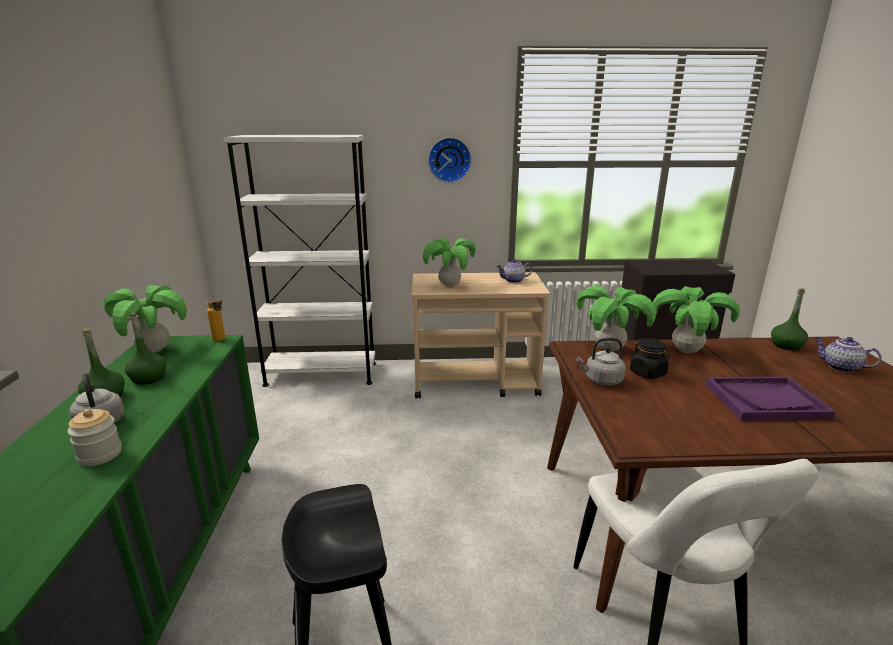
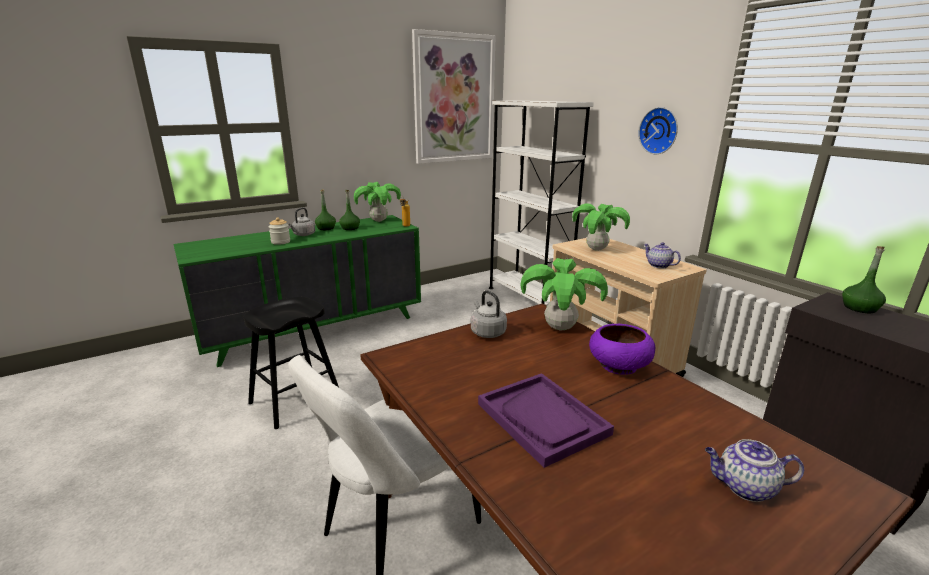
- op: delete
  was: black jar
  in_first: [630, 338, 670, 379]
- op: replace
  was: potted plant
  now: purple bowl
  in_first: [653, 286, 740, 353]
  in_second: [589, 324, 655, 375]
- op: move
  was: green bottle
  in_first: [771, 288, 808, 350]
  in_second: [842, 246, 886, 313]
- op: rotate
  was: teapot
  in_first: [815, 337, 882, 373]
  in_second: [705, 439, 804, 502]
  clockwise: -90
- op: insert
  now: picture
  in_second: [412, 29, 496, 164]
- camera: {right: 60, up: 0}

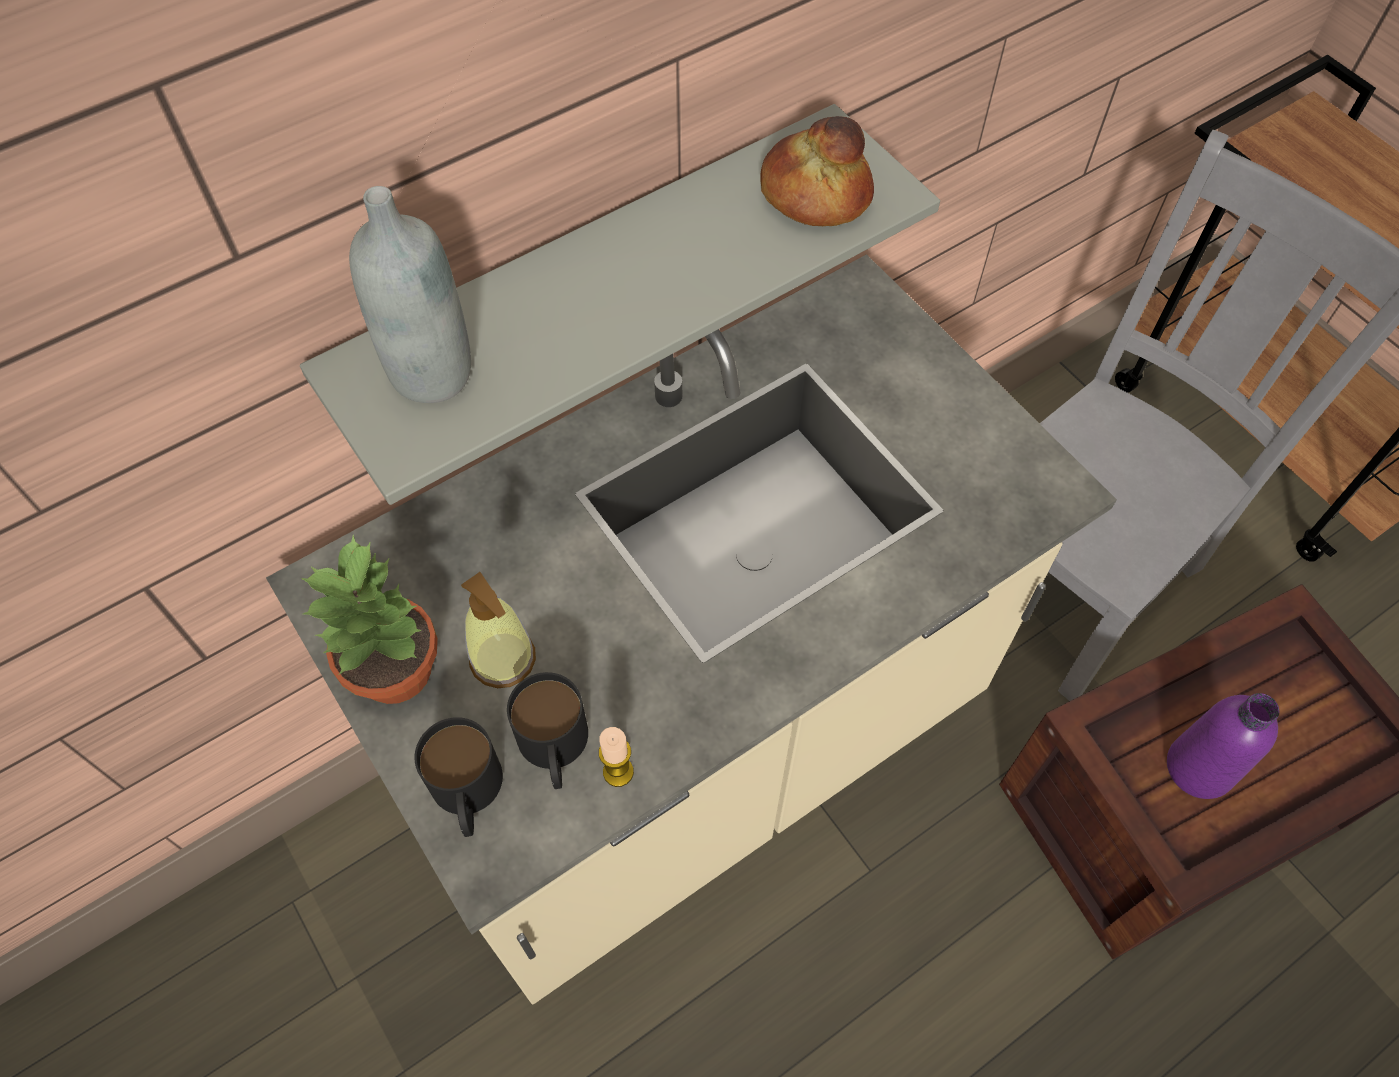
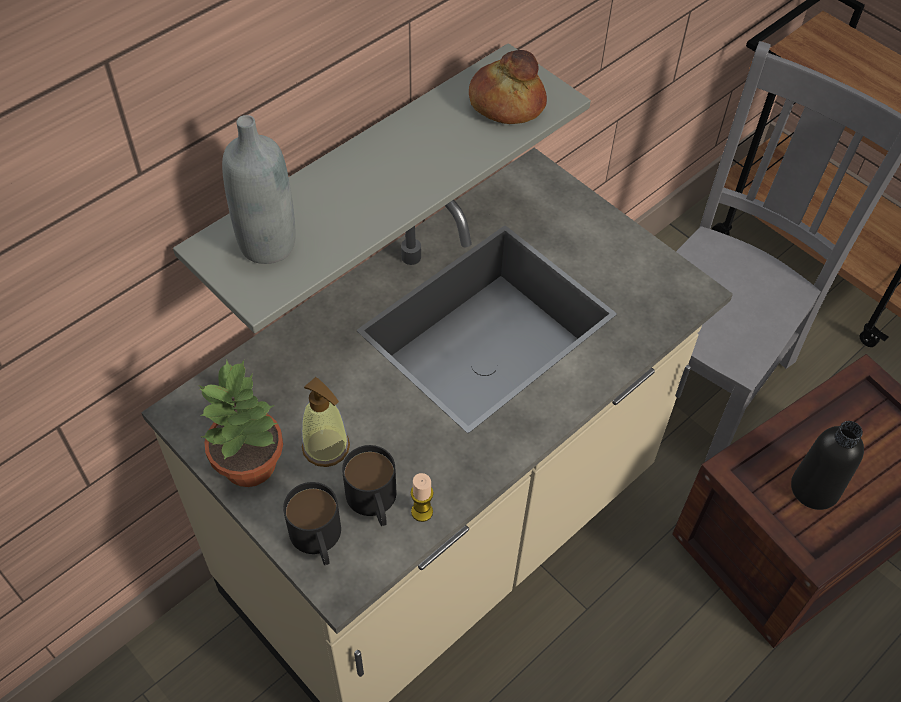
- op: recolor
  was: purple bottle
  now: black bottle
  in_first: [1167, 693, 1279, 799]
  in_second: [791, 421, 864, 510]
- camera: {right: -10, up: -5}

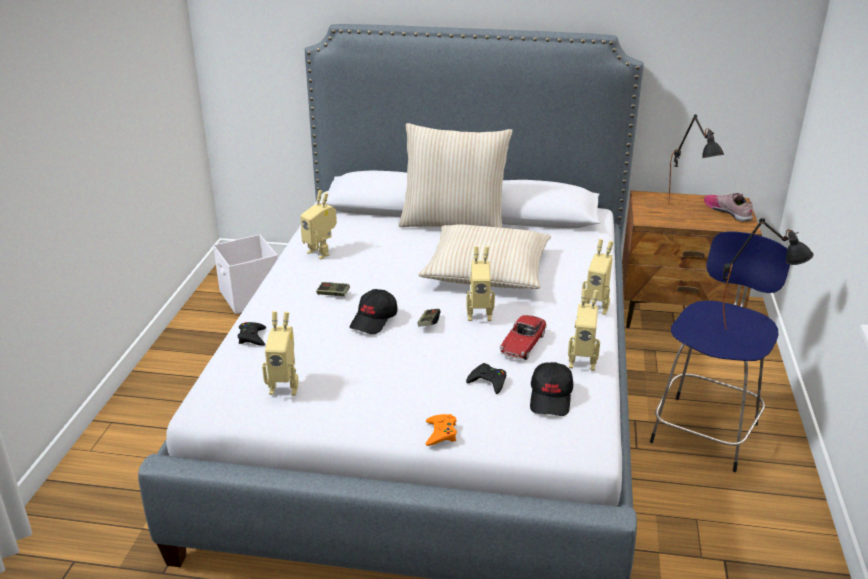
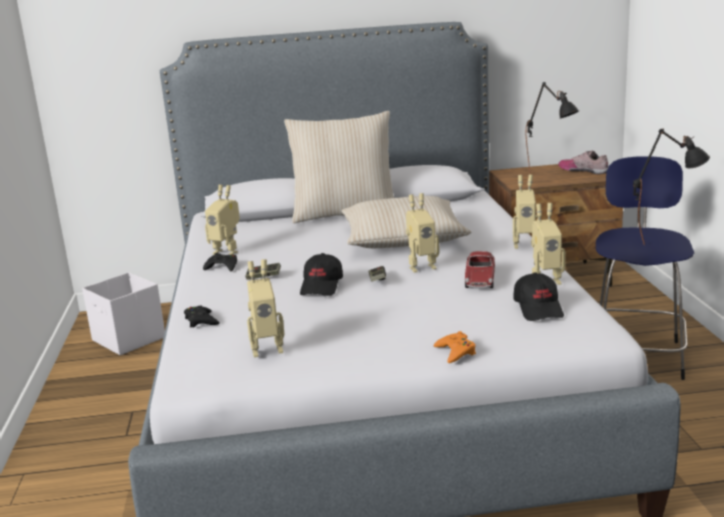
- op: move
  was: black game controller
  in_first: [466, 363, 506, 394]
  in_second: [203, 253, 237, 272]
- camera: {right: -15, up: -10}

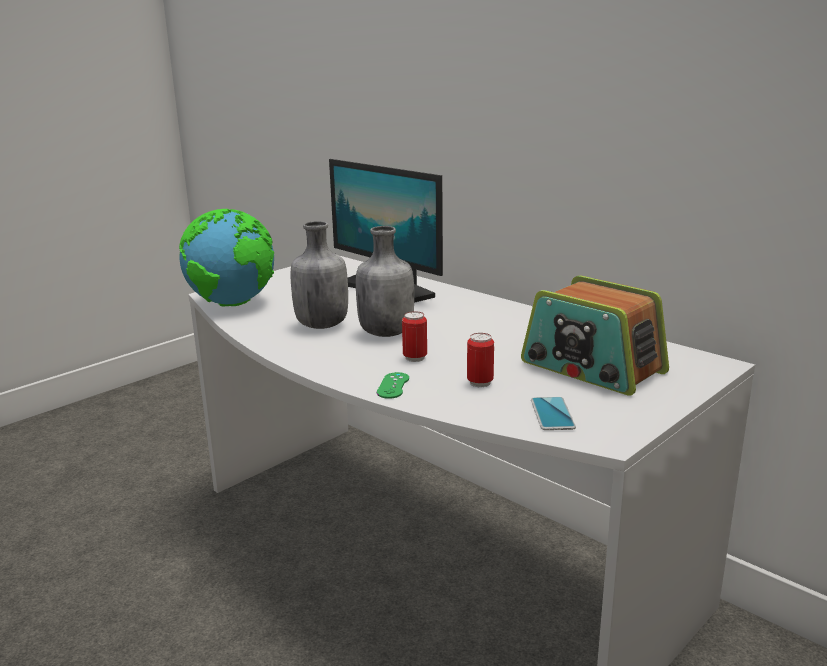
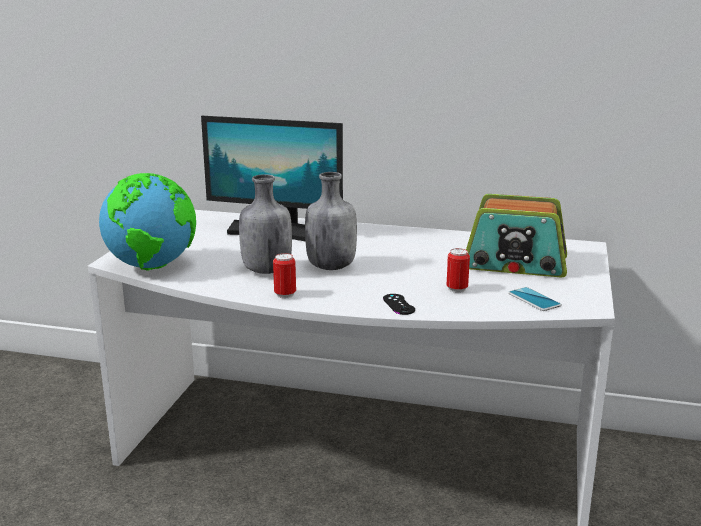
- op: recolor
  was: green game controller
  now: black game controller
  in_first: [377, 372, 409, 399]
  in_second: [383, 294, 415, 315]
- op: move
  was: can
  in_first: [402, 311, 427, 362]
  in_second: [273, 253, 296, 298]
- camera: {right: -30, up: 0}

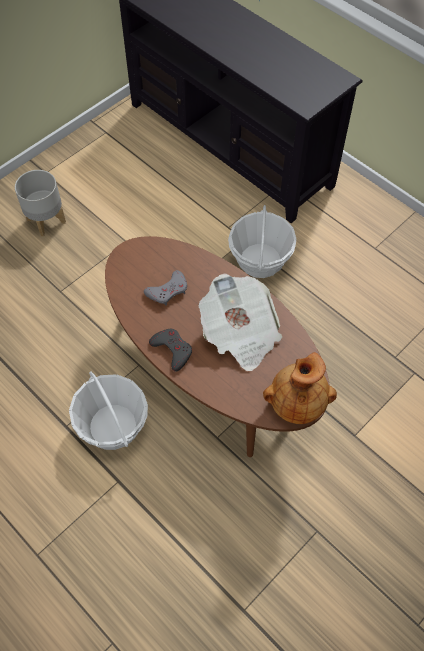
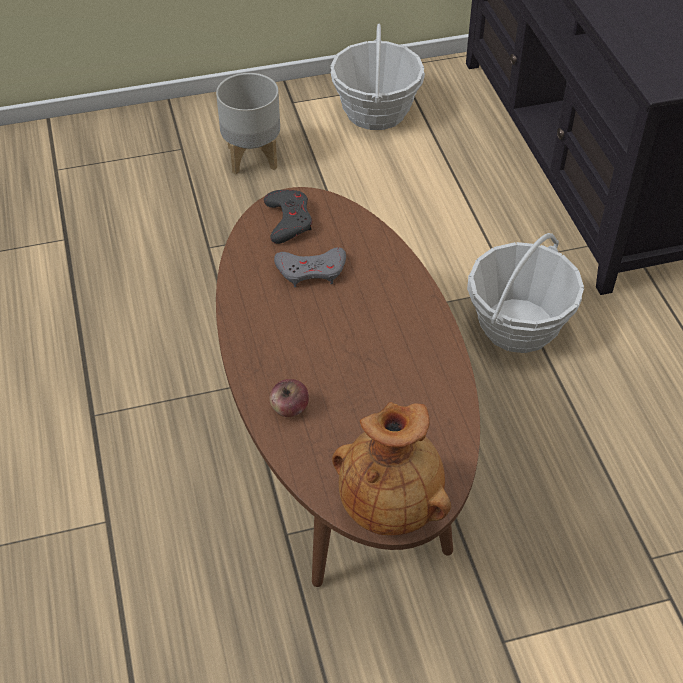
- op: move
  was: basket
  in_first: [69, 371, 148, 450]
  in_second: [330, 24, 425, 130]
- op: move
  was: grey game controller
  in_first: [149, 329, 192, 372]
  in_second: [264, 190, 312, 244]
- op: delete
  was: newspaper
  in_first: [199, 273, 282, 371]
- op: insert
  now: apple
  in_second: [269, 379, 309, 417]
- camera: {right: 30, up: -10}

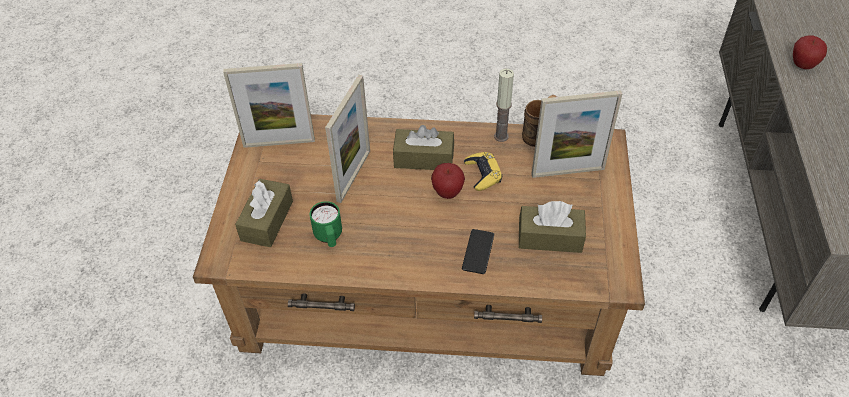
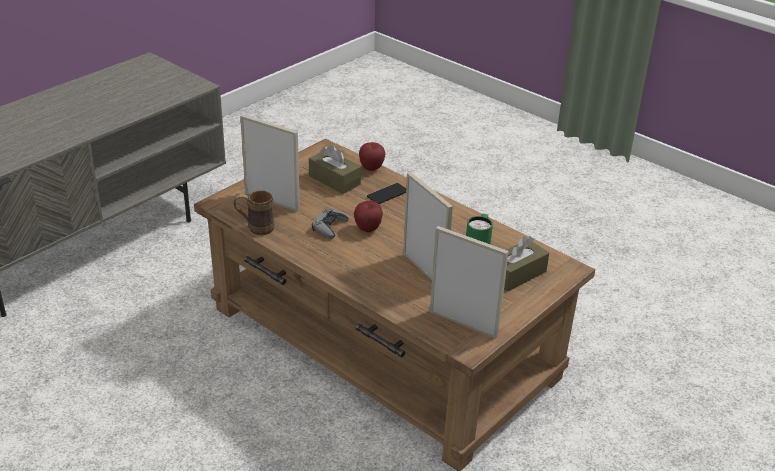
- op: rotate
  was: picture frame
  in_first: [325, 75, 370, 203]
  in_second: [403, 172, 453, 280]
  clockwise: 90
- op: delete
  was: brown tissue box
  in_first: [393, 125, 454, 170]
- op: recolor
  was: yellow game controller
  now: grey game controller
  in_first: [464, 152, 502, 191]
  in_second: [312, 208, 349, 239]
- op: delete
  was: candle
  in_first: [494, 68, 514, 142]
- op: move
  was: apple
  in_first: [793, 35, 827, 69]
  in_second: [359, 142, 385, 171]
- camera: {right: -145, up: -15}

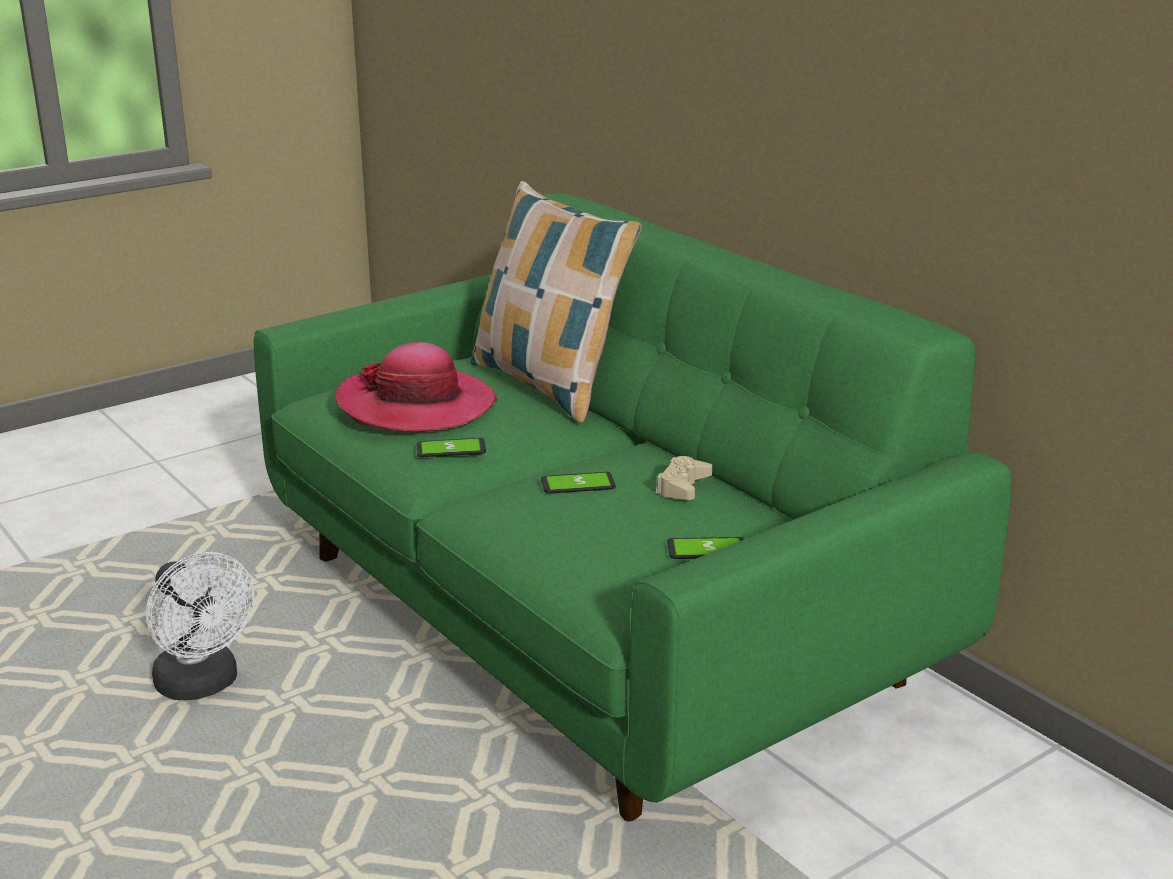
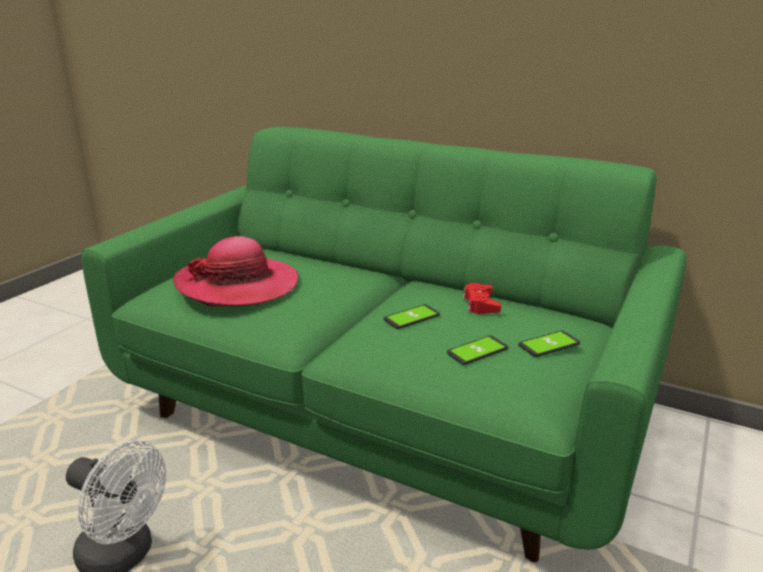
- op: move
  was: phone
  in_first: [416, 438, 486, 457]
  in_second: [447, 336, 508, 365]
- op: delete
  was: pillow
  in_first: [470, 181, 642, 423]
- op: recolor
  was: beige game controller
  now: red game controller
  in_first: [655, 456, 712, 500]
  in_second: [463, 283, 501, 314]
- camera: {right: -25, up: 0}

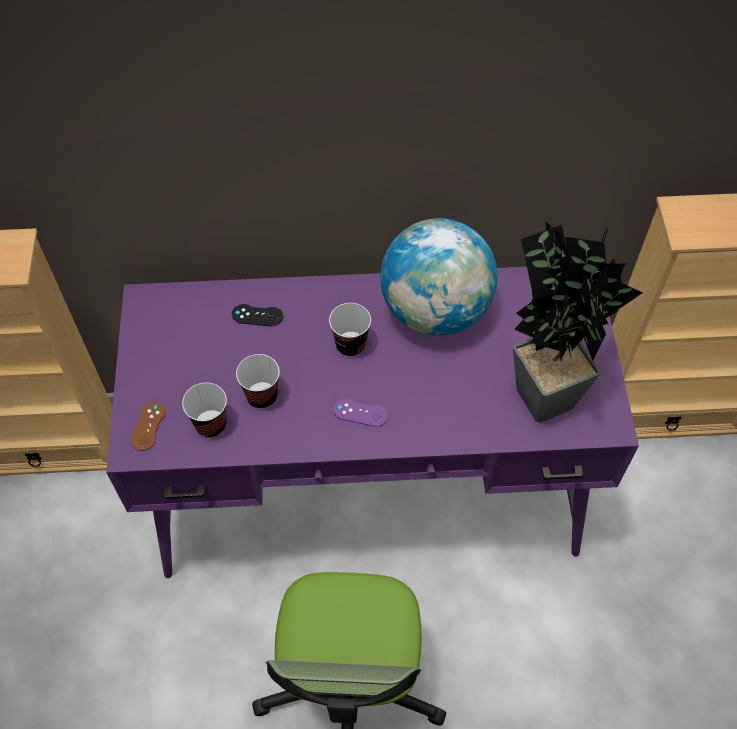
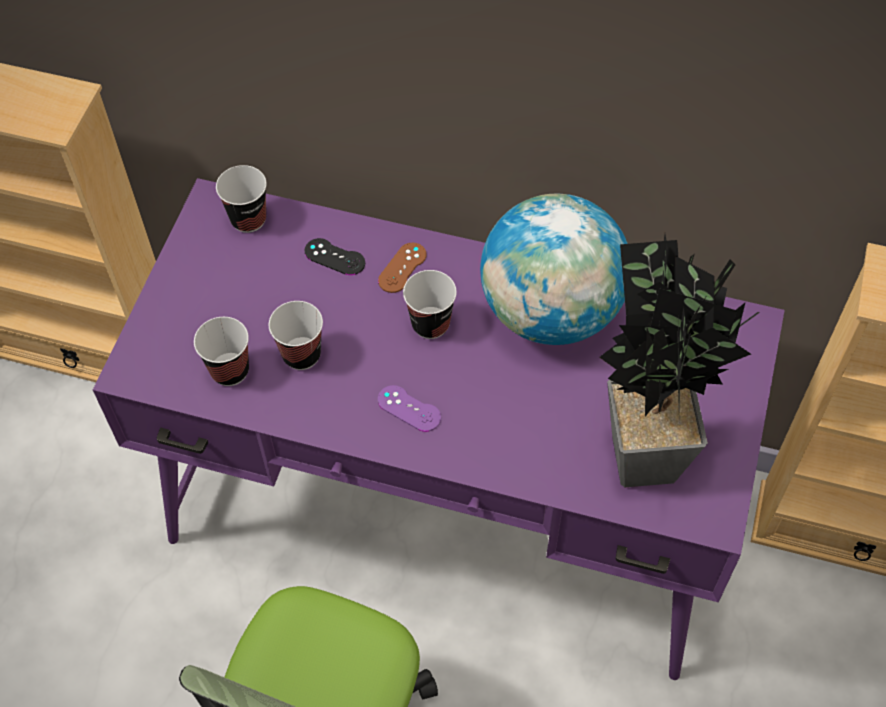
- op: move
  was: brown game controller
  in_first: [131, 402, 166, 451]
  in_second: [378, 243, 427, 293]
- op: insert
  now: cup
  in_second: [216, 165, 267, 233]
- camera: {right: 20, up: 0}

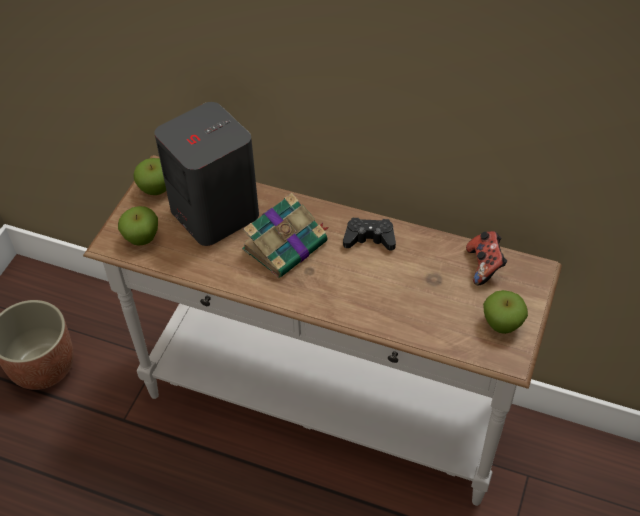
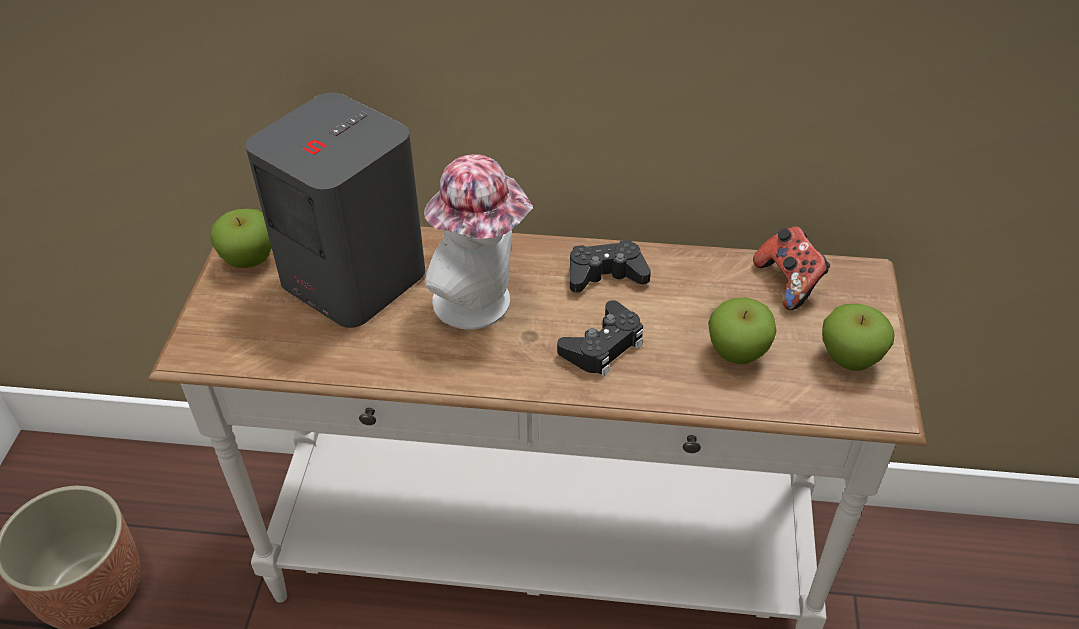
- op: move
  was: apple
  in_first: [118, 206, 158, 246]
  in_second: [708, 297, 777, 364]
- op: replace
  was: book
  now: hat
  in_first: [242, 193, 329, 278]
  in_second: [424, 154, 533, 329]
- op: insert
  now: black game controller
  in_second: [557, 300, 643, 376]
- camera: {right: -15, up: -5}

